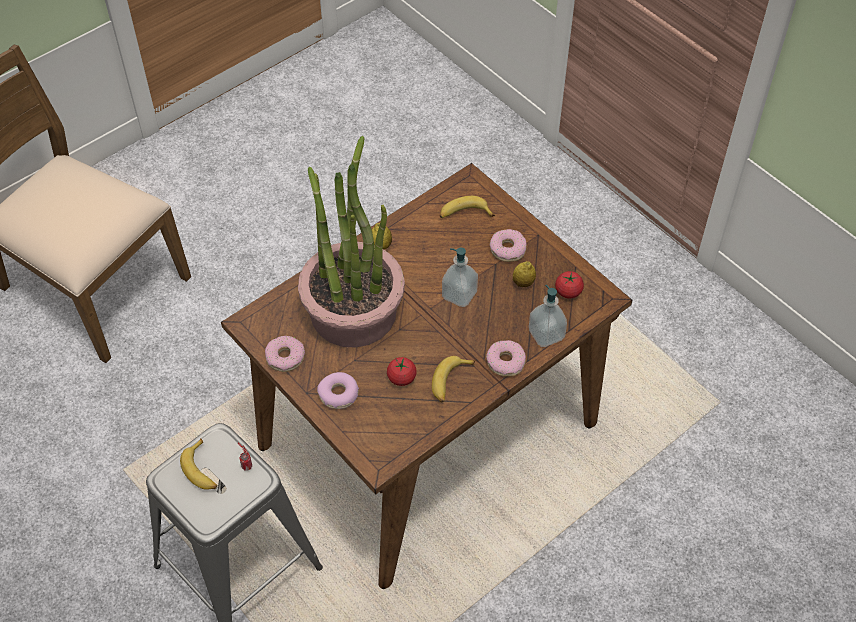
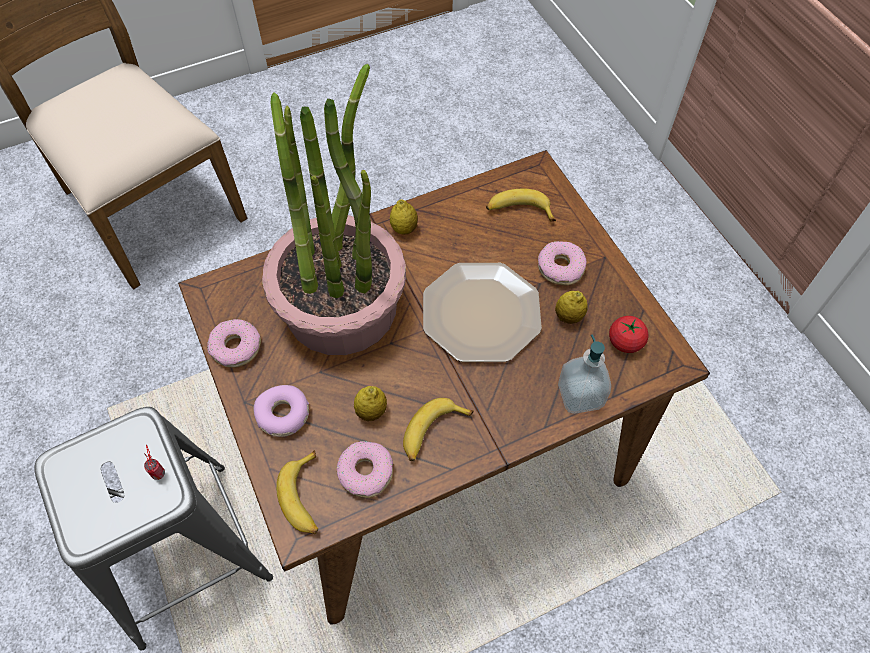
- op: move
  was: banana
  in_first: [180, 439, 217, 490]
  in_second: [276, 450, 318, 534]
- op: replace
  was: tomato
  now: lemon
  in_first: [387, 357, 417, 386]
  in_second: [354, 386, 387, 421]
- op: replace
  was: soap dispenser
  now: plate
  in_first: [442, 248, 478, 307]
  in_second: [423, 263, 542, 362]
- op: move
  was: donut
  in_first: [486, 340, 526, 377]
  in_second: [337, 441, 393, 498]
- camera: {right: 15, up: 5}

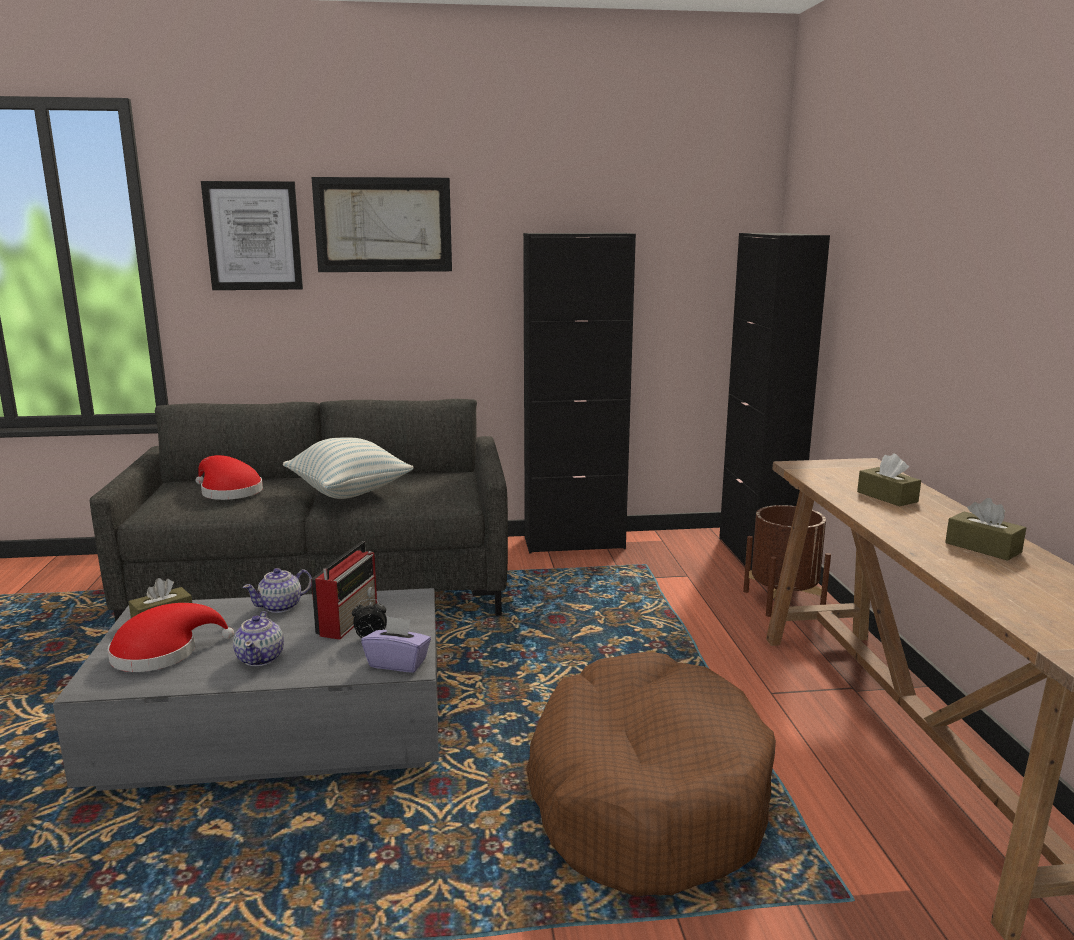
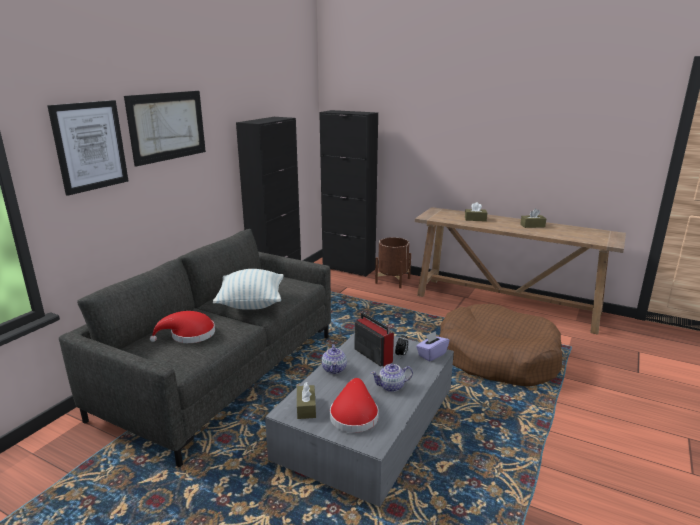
- op: rotate
  was: teapot
  in_first: [233, 611, 284, 666]
  in_second: [371, 364, 413, 392]
  clockwise: 135
- camera: {right: -55, up: 5}

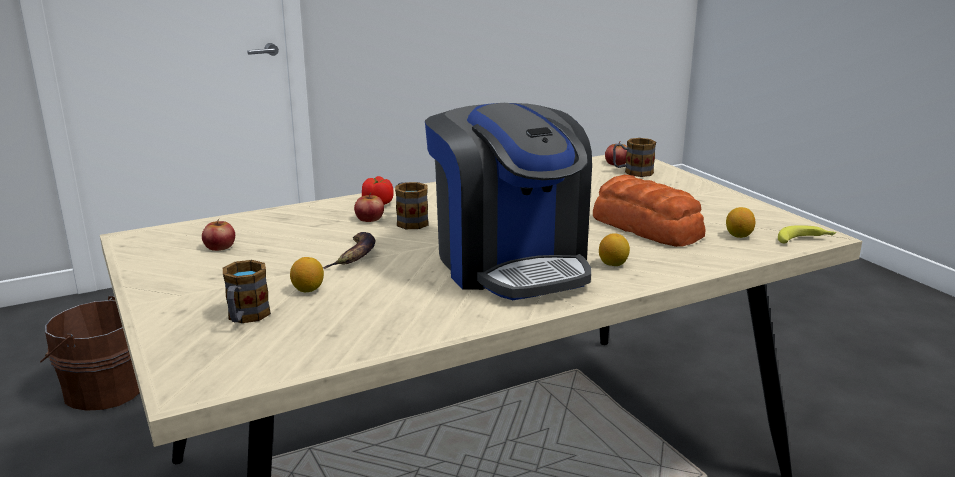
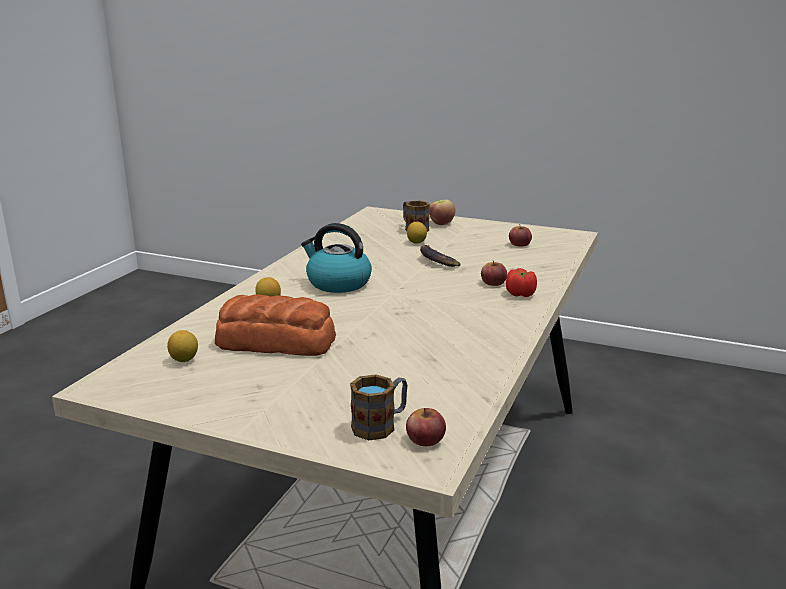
- op: delete
  was: brown bucket
  in_first: [40, 296, 140, 411]
- op: delete
  was: mug
  in_first: [395, 182, 429, 229]
- op: replace
  was: coffee machine
  now: kettle
  in_first: [425, 103, 592, 300]
  in_second: [301, 223, 372, 293]
- op: delete
  was: banana
  in_first: [778, 225, 836, 244]
- op: insert
  now: apple
  in_second: [429, 200, 455, 225]
- camera: {right: 140, up: 0}

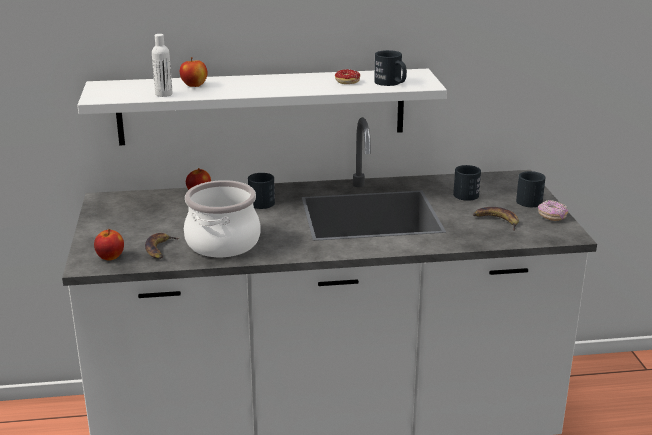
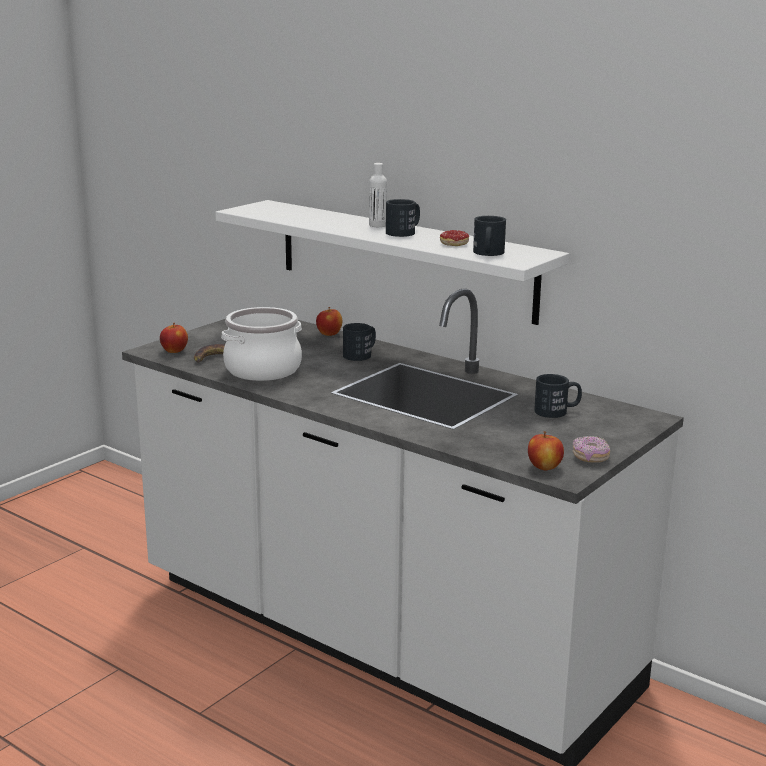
- op: move
  was: white bottle
  in_first: [152, 34, 173, 97]
  in_second: [369, 163, 387, 227]
- op: move
  was: apple
  in_first: [180, 57, 208, 87]
  in_second: [528, 431, 564, 470]
- op: delete
  was: banana
  in_first: [473, 207, 519, 231]
- op: move
  was: black mug
  in_first: [516, 171, 546, 207]
  in_second: [386, 199, 420, 237]
- camera: {right: 45, up: -5}

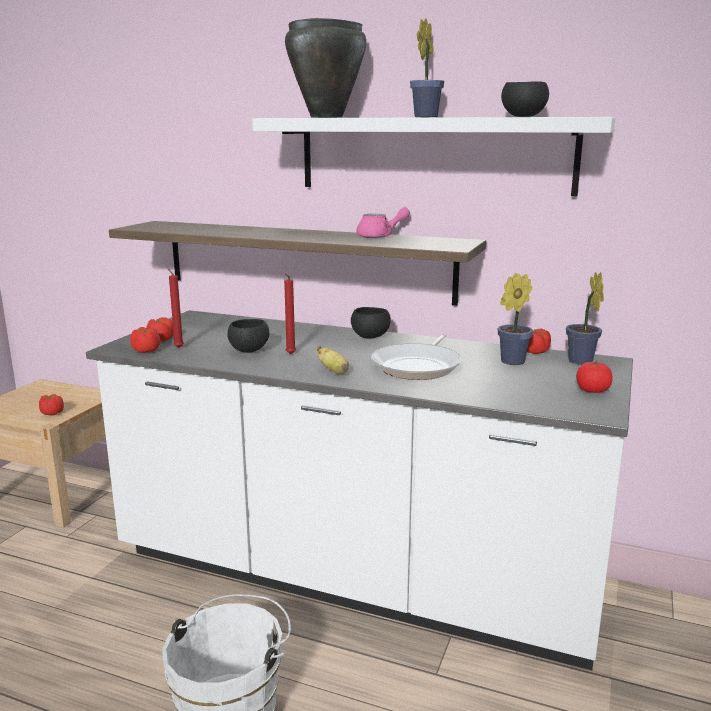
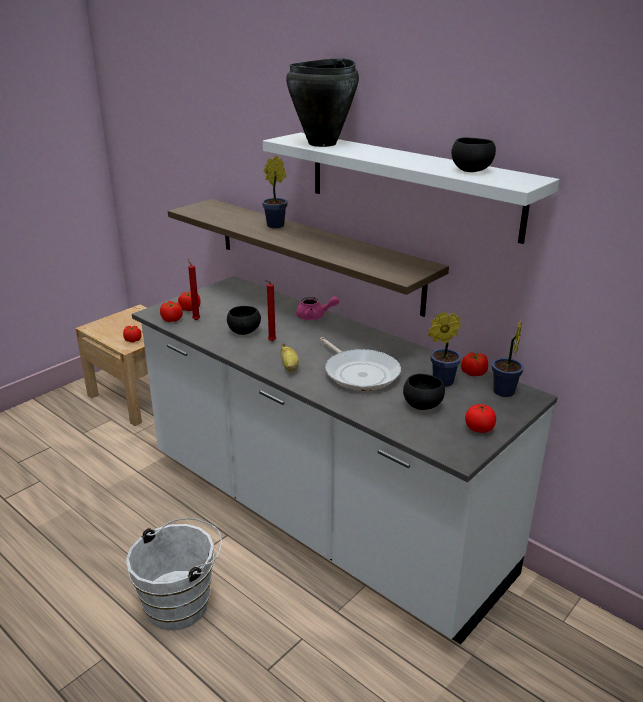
- op: move
  was: black bowl
  in_first: [351, 307, 391, 339]
  in_second: [403, 374, 445, 410]
- op: move
  was: pink teapot
  in_first: [357, 207, 410, 238]
  in_second: [296, 297, 339, 320]
- op: rotate
  was: frying pan
  in_first: [371, 334, 462, 380]
  in_second: [320, 337, 401, 391]
  clockwise: -75
- op: move
  was: potted plant
  in_first: [410, 18, 444, 117]
  in_second: [262, 155, 288, 228]
- camera: {right: 20, up: 10}

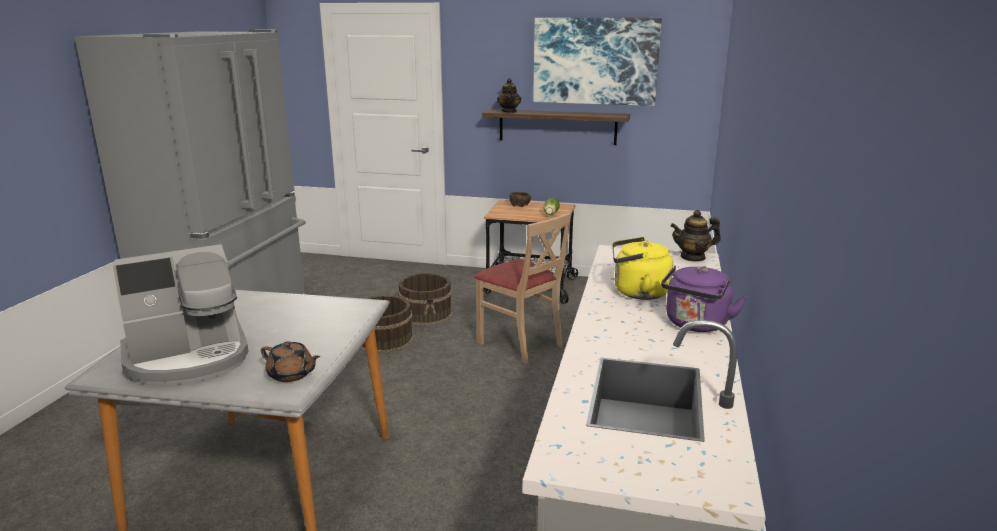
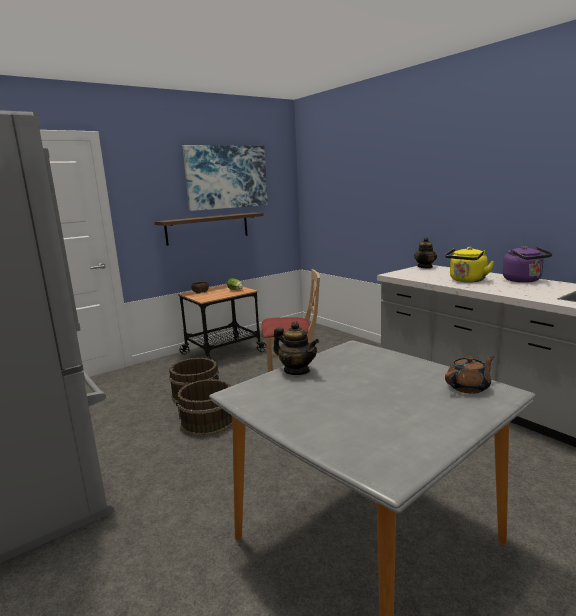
- op: delete
  was: coffee machine
  in_first: [113, 244, 248, 386]
- op: move
  was: teapot
  in_first: [497, 78, 521, 113]
  in_second: [273, 321, 319, 375]
- camera: {right: -50, up: -5}

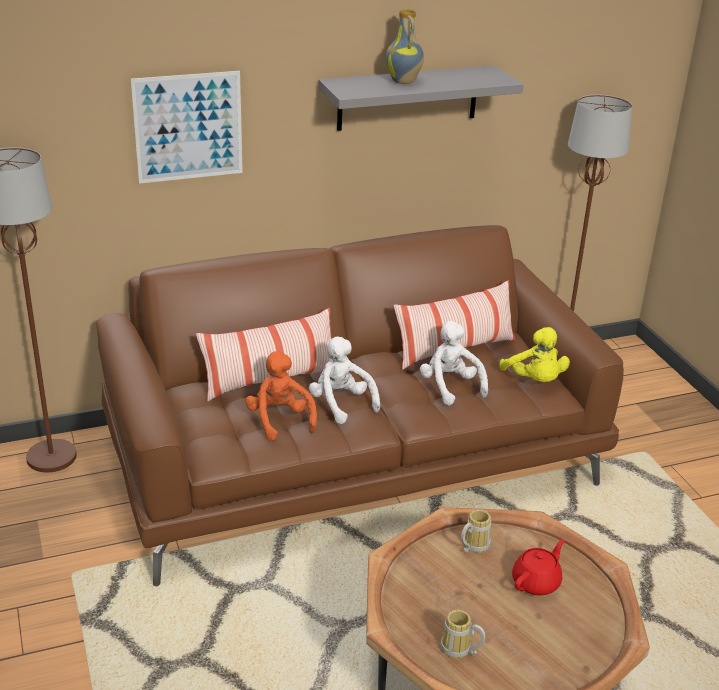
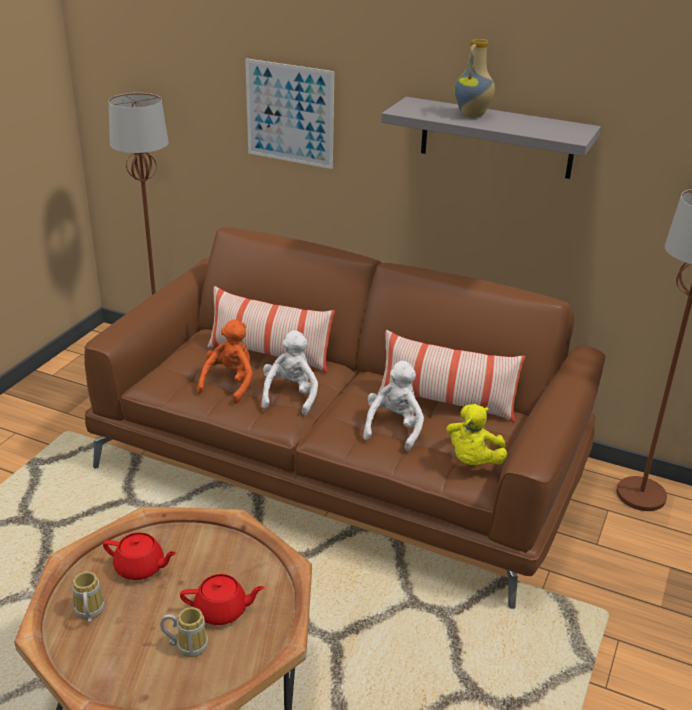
- op: move
  was: mug
  in_first: [461, 509, 491, 553]
  in_second: [160, 607, 208, 657]
- op: insert
  now: red teapot
  in_second: [103, 532, 177, 580]
- camera: {right: 45, up: 0}

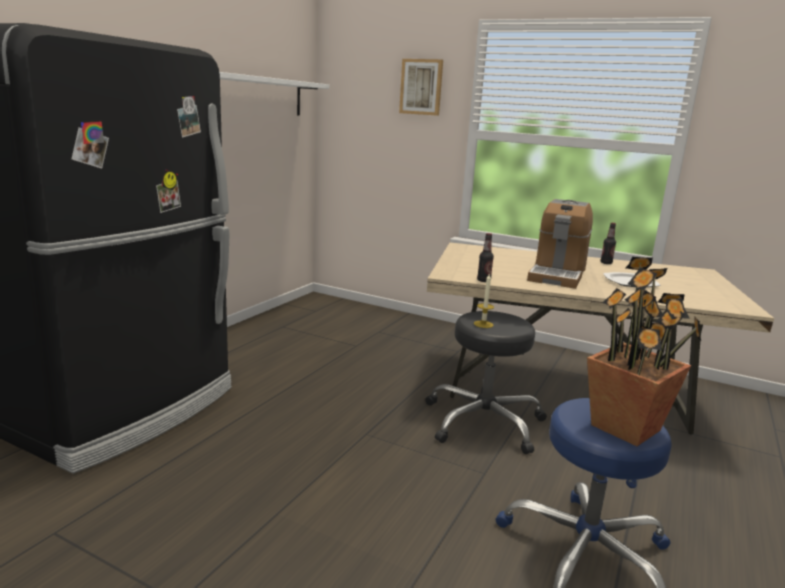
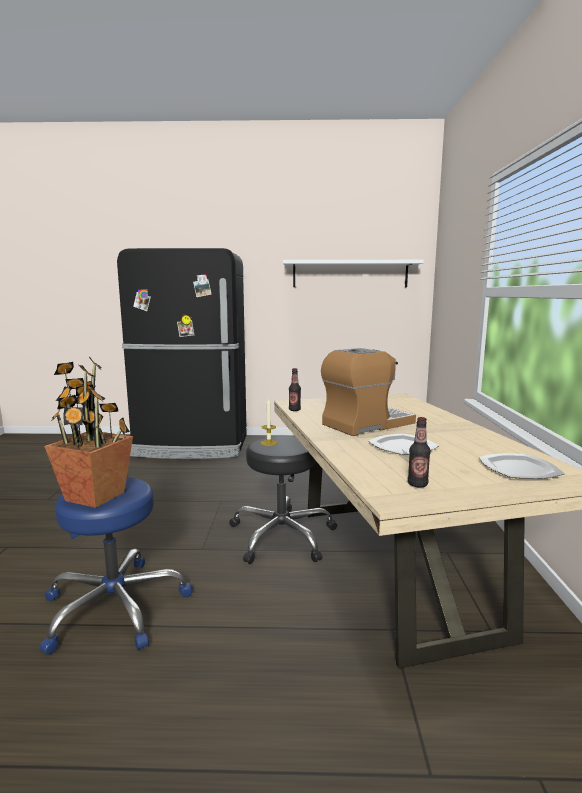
- op: delete
  was: picture
  in_first: [399, 59, 443, 116]
- op: rotate
  was: coffee machine
  in_first: [527, 199, 593, 289]
  in_second: [321, 348, 416, 436]
  clockwise: 150
- op: move
  was: bottle
  in_first: [601, 223, 616, 264]
  in_second: [408, 417, 431, 488]
- op: insert
  now: plate
  in_second: [479, 453, 565, 479]
- camera: {right: 65, up: -5}

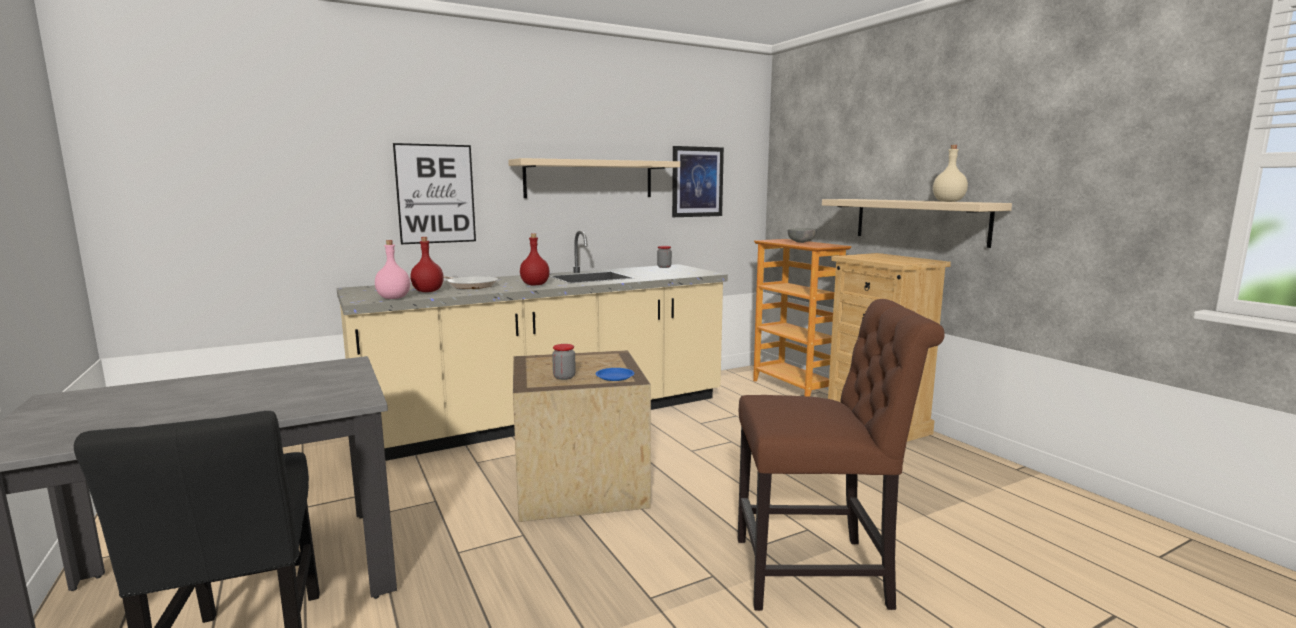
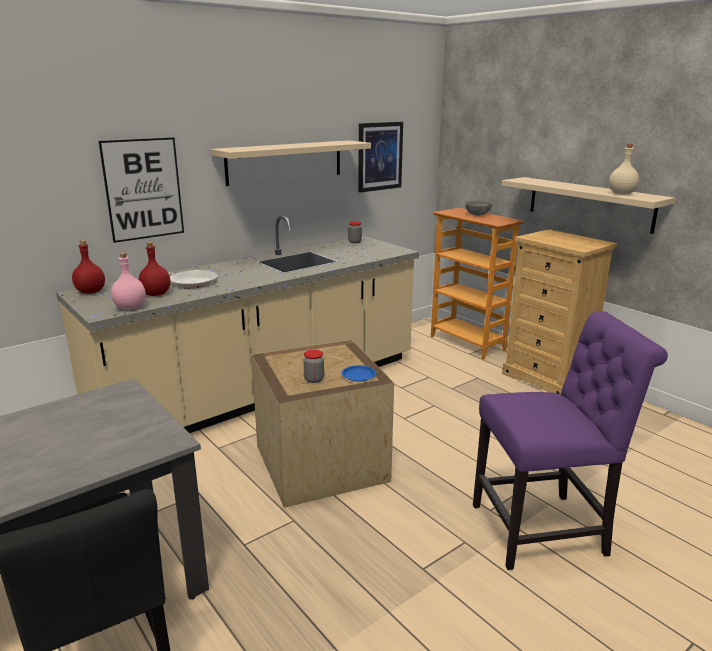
- op: move
  was: red bottle
  in_first: [520, 233, 550, 285]
  in_second: [72, 240, 105, 294]
- op: recolor
  was: brown chair
  now: purple chair
  in_first: [738, 299, 945, 611]
  in_second: [473, 311, 668, 570]
- camera: {right: -10, up: 10}

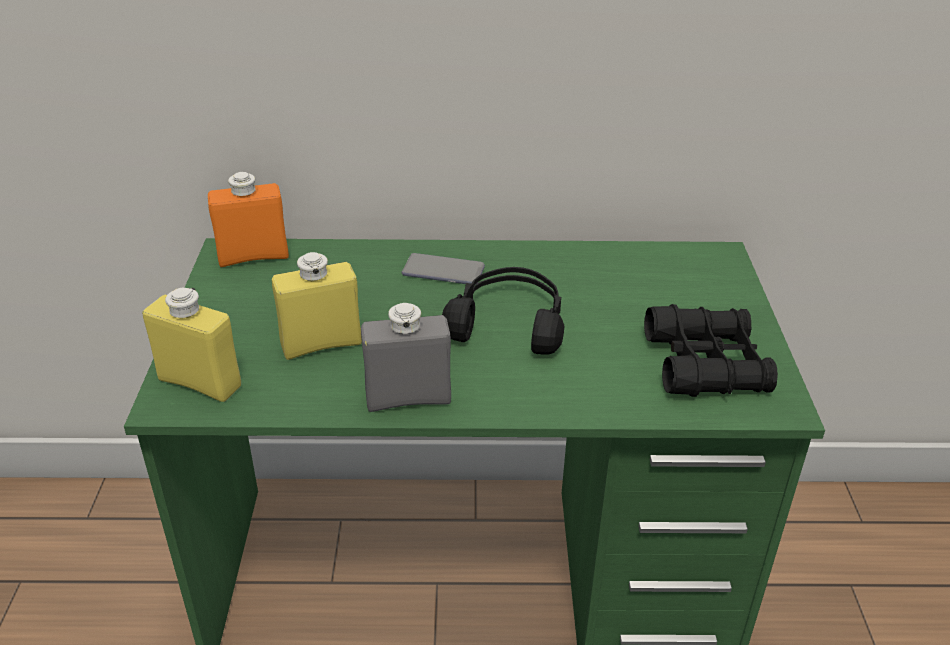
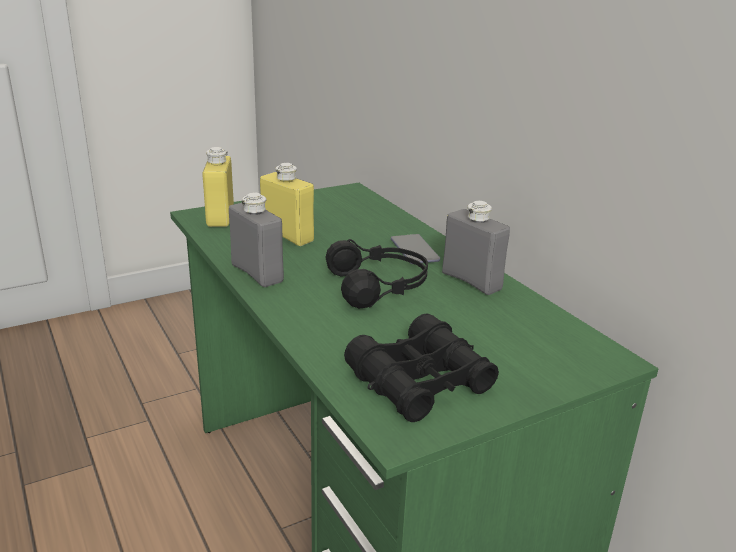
- op: delete
  was: orange bottle
  in_first: [208, 172, 289, 267]
- op: insert
  now: grey bottle
  in_second: [442, 201, 510, 295]
- camera: {right: 60, up: -10}

